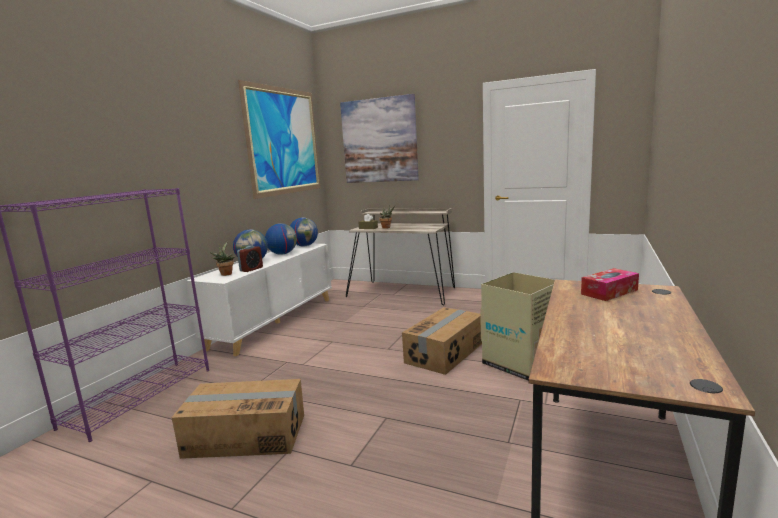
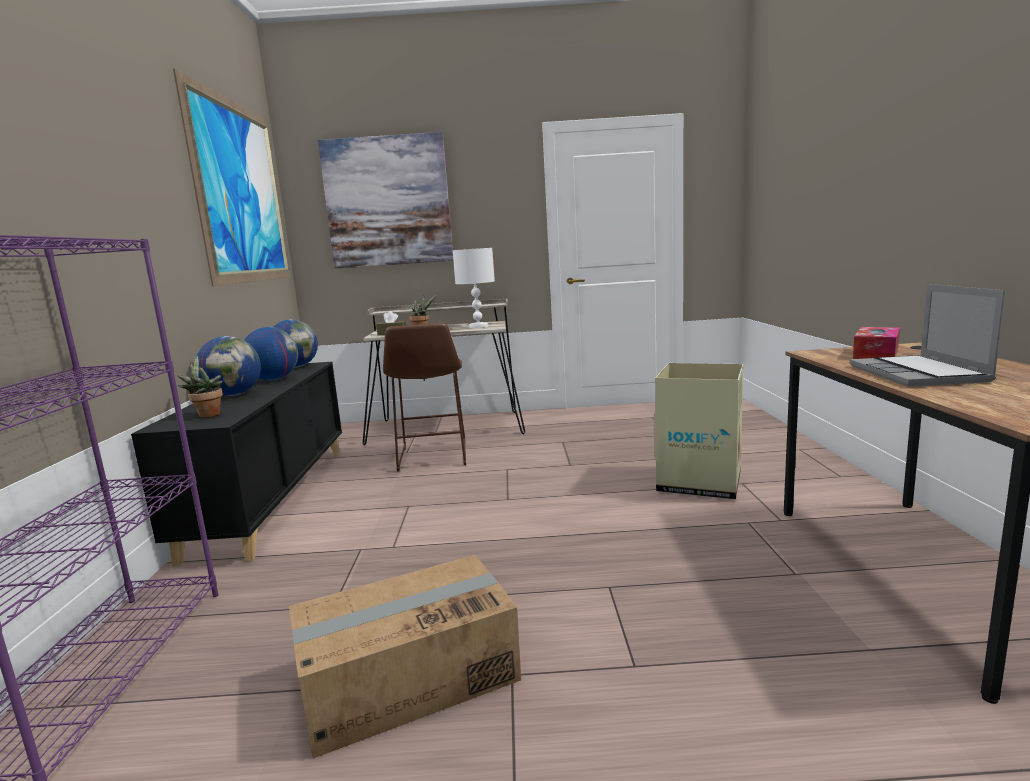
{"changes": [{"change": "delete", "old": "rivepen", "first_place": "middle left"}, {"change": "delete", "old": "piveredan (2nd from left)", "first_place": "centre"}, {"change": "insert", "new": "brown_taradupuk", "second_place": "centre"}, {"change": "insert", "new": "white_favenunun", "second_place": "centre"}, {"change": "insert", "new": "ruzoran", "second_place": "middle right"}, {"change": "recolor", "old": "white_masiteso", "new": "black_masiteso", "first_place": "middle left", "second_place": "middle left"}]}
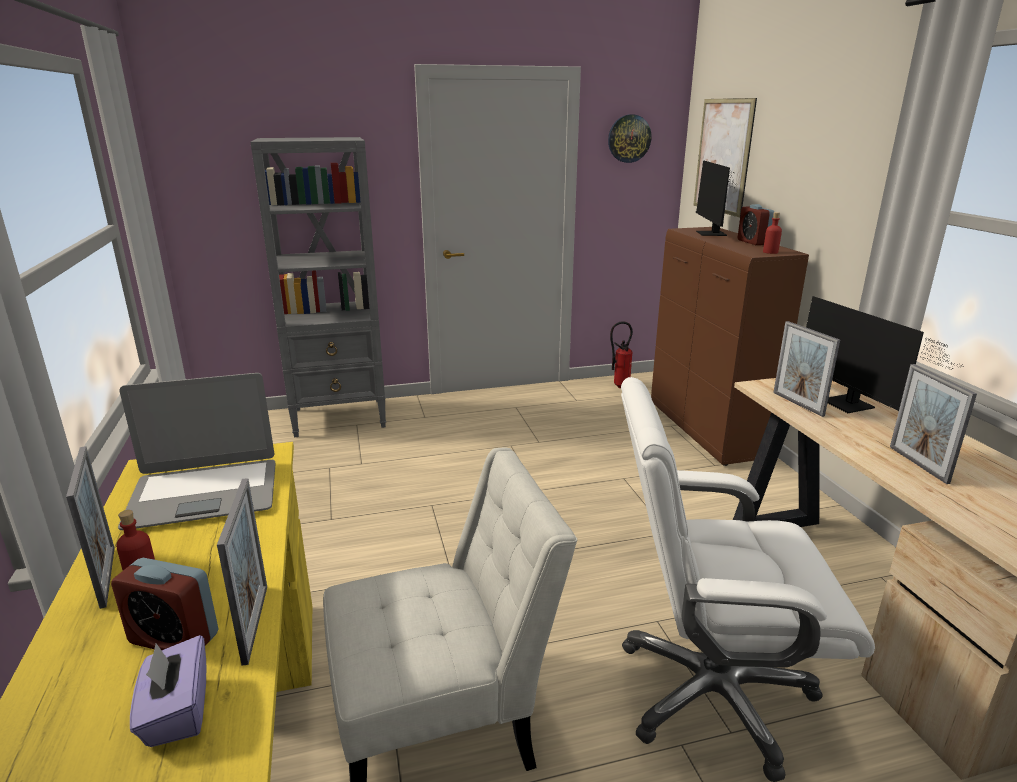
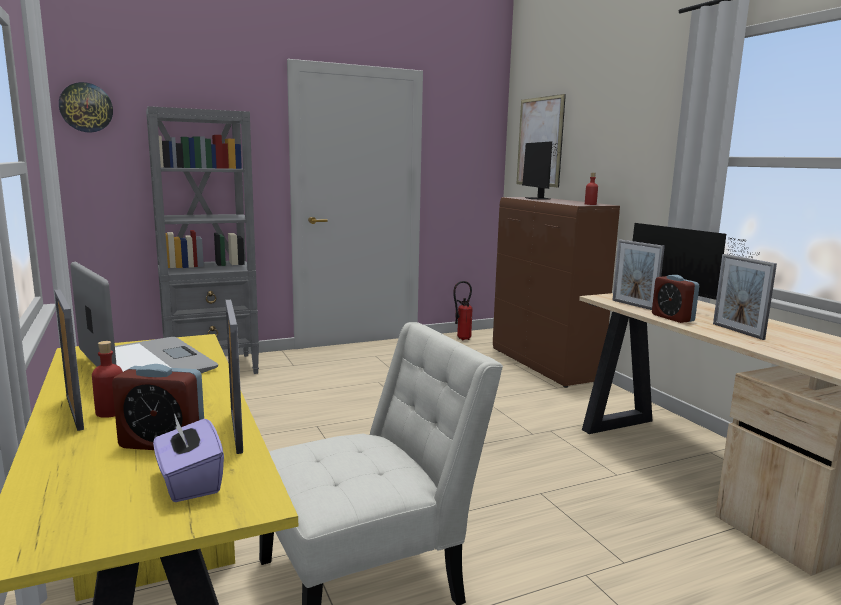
{"changes": [{"change": "delete", "old": "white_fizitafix", "first_place": "bottom right"}, {"change": "move", "old": "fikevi", "first_place": "top centre", "second_place": "top left"}, {"change": "move", "old": "rivepen (2nd from left)", "first_place": "top right", "second_place": "middle right"}, {"change": "rotate", "old": "ruzoran", "first_place": "middle left", "second_place": "middle left", "degrees": -105}]}
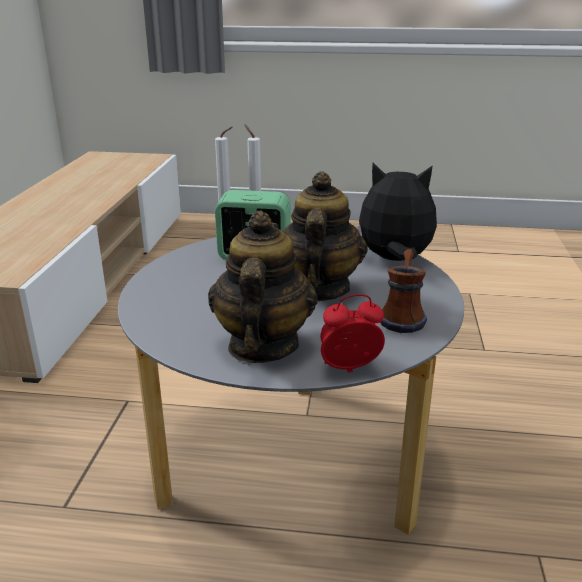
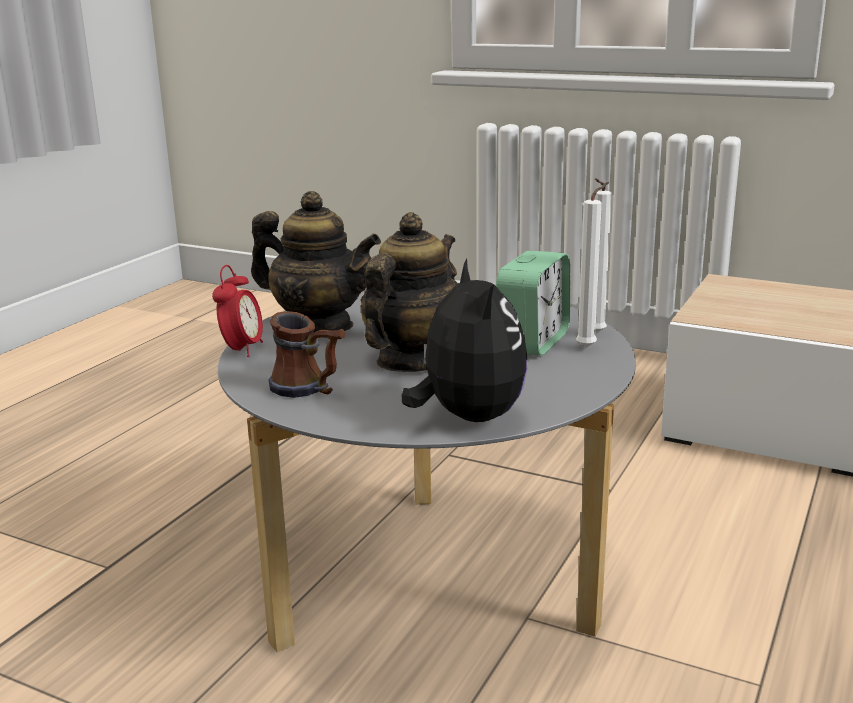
{"changes": [{"change": "rotate", "old": "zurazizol (2nd from left)", "first_place": "centre", "second_place": "centre", "degrees": -90}, {"change": "rotate", "old": "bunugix", "first_place": "middle right", "second_place": "centre", "degrees": -45}]}
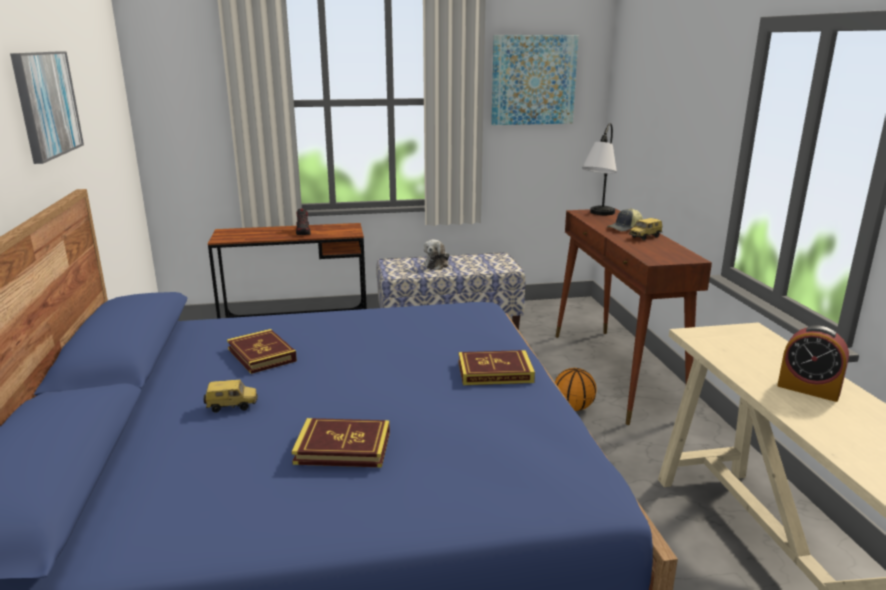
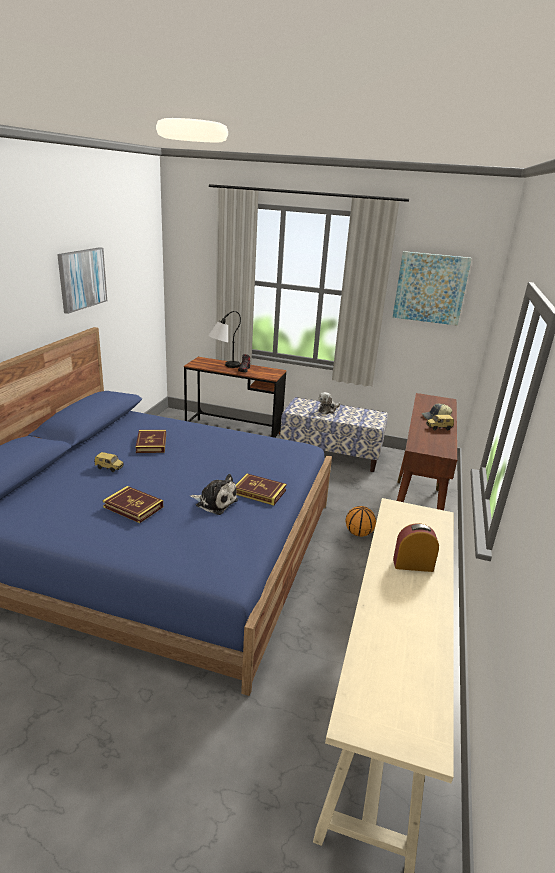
{"changes": [{"change": "insert", "new": "bunugix (1st from left)", "second_place": "centre"}, {"change": "move", "old": "favenunun", "first_place": "top right", "second_place": "centre"}, {"change": "rotate", "old": "rivepen", "first_place": "middle right", "second_place": "middle right", "degrees": 120}]}
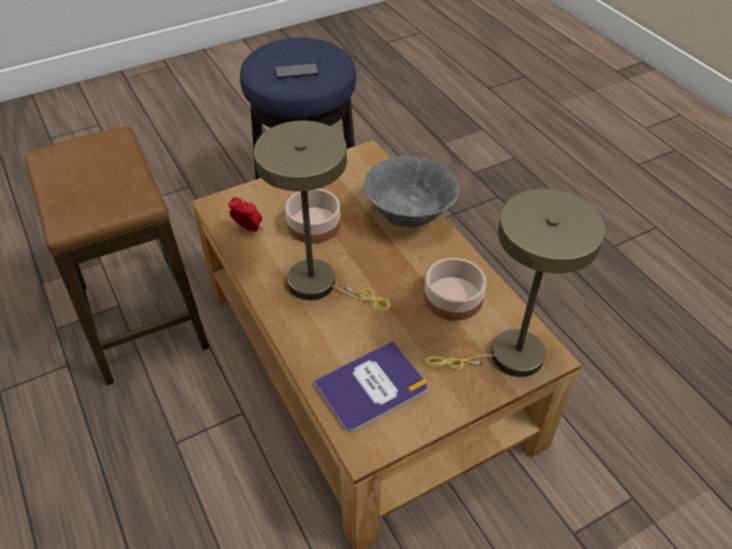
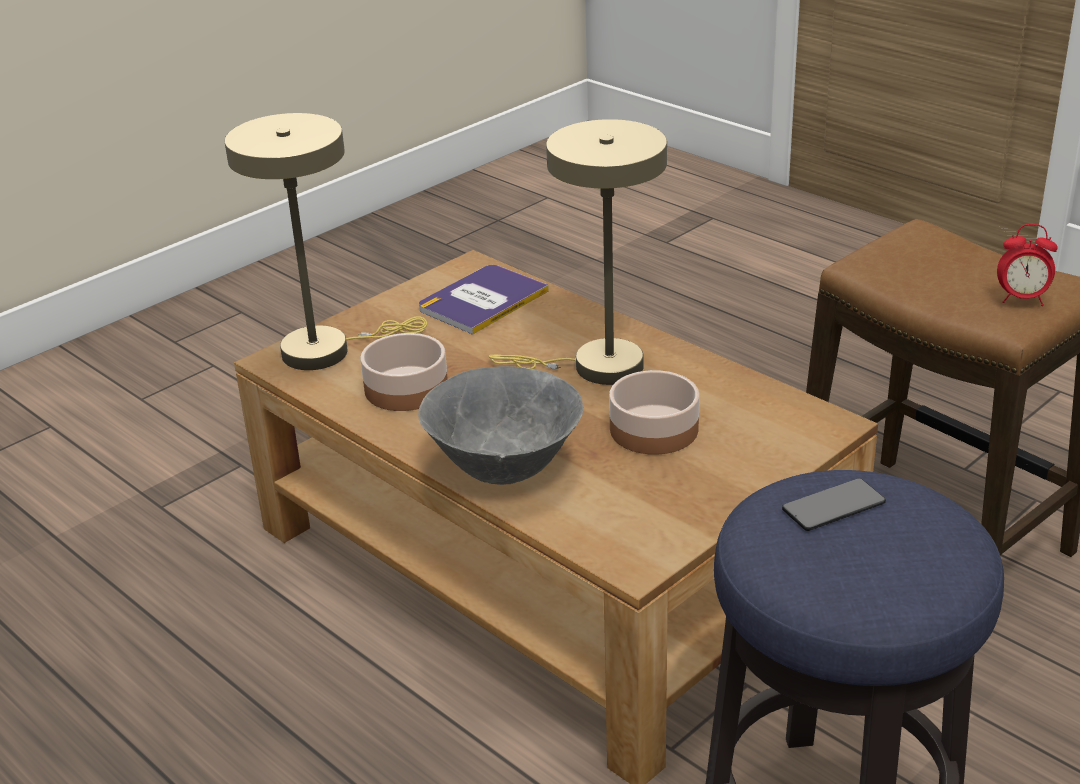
{"changes": [{"change": "move", "old": "rivepen", "first_place": "centre", "second_place": "middle right"}]}
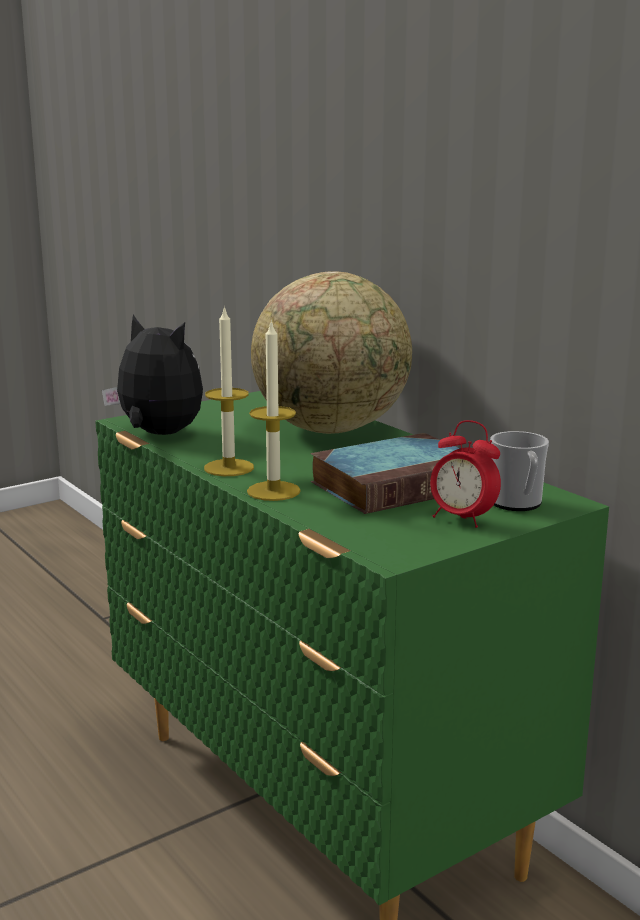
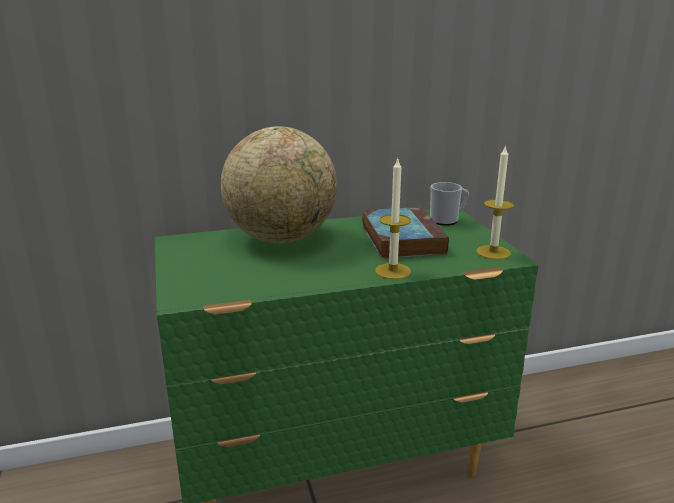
{"changes": [{"change": "delete", "old": "bunugix", "first_place": "middle left"}, {"change": "delete", "old": "rivepen", "first_place": "middle right"}, {"change": "move", "old": "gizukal (1st from left in the first image)", "new": "gizukal (2nd from left)", "first_place": "centre", "second_place": "middle right"}]}
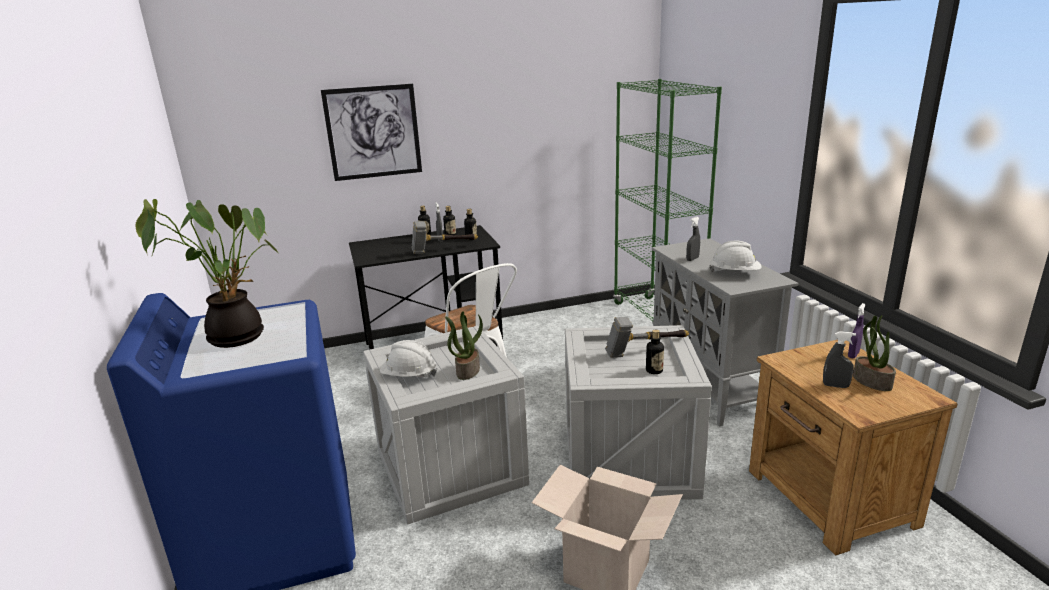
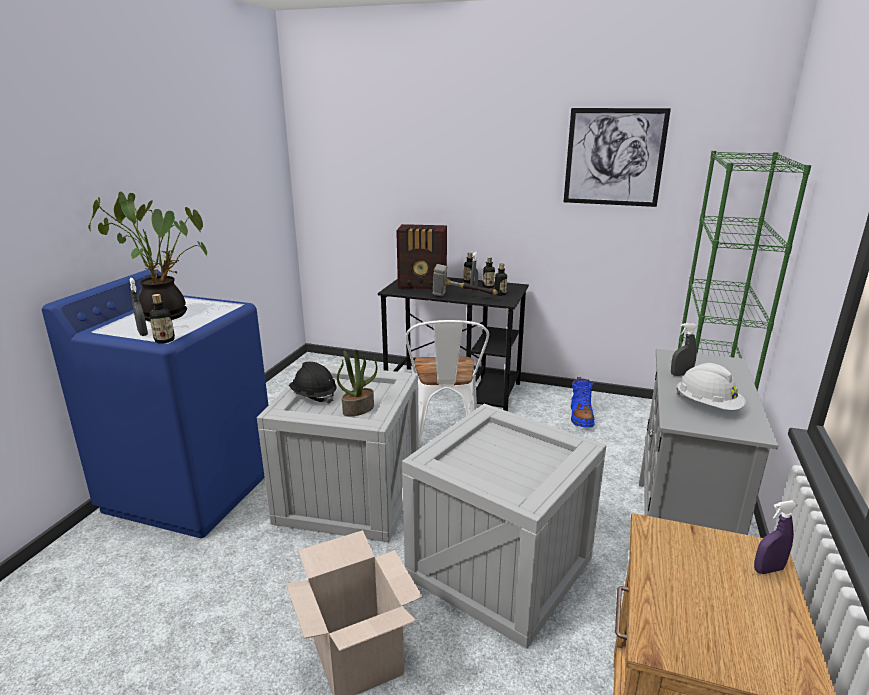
{"changes": [{"change": "delete", "old": "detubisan (2nd from left)", "first_place": "centre"}, {"change": "delete", "old": "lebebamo (3rd from left)", "first_place": "middle right"}, {"change": "insert", "new": "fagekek", "second_place": "centre"}, {"change": "insert", "new": "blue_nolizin", "second_place": "middle right"}, {"change": "move", "old": "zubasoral", "first_place": "top centre", "second_place": "top right"}, {"change": "move", "old": "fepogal (4th from left in the first image)", "new": "fepogal (1st from left)", "first_place": "centre", "second_place": "middle left"}, {"change": "move", "old": "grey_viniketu (3rd from left in the first image)", "new": "grey_viniketu (1st from left)", "first_place": "middle right", "second_place": "middle left"}, {"change": "recolor", "old": "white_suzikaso (1st from left)", "new": "black_suzikaso", "first_place": "centre", "second_place": "centre"}]}
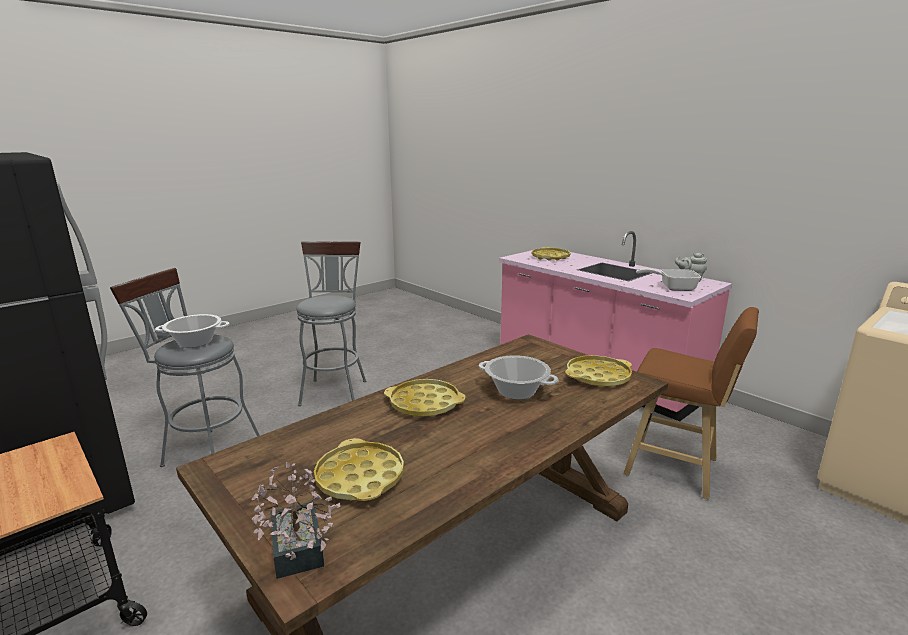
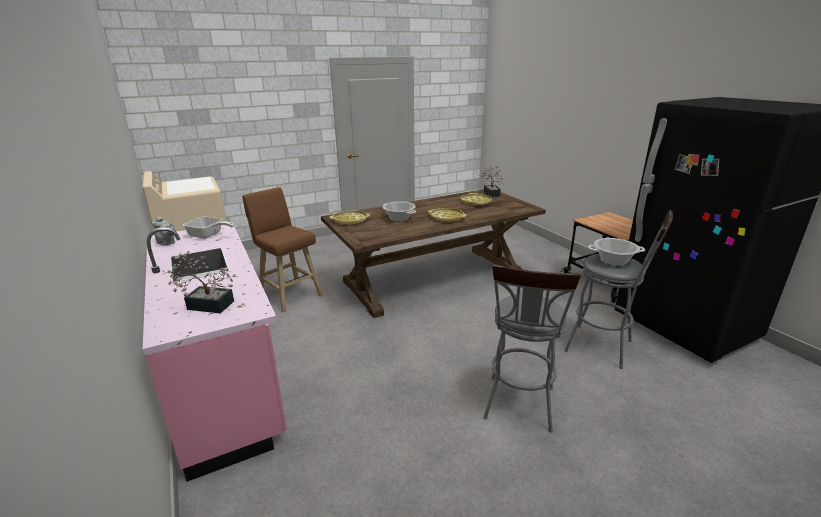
{"changes": [{"change": "replace", "old": "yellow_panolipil (3rd from left)", "new": "lebebamo (1st from left)", "first_place": "centre", "second_place": "middle left"}]}
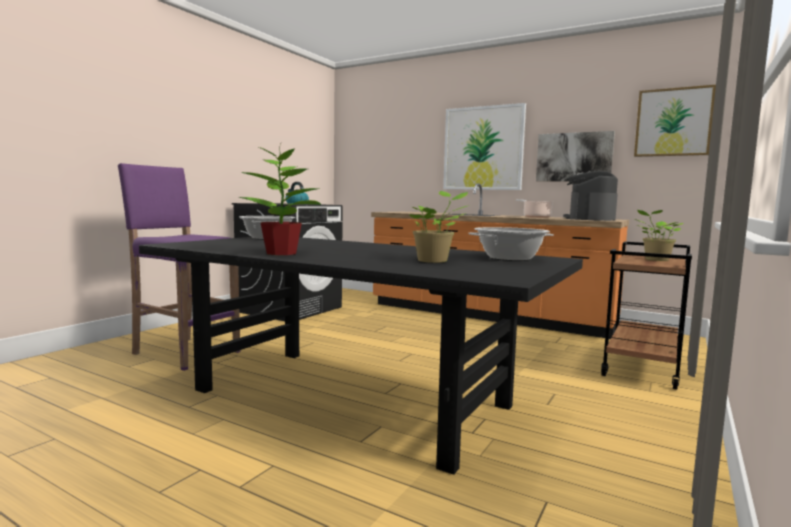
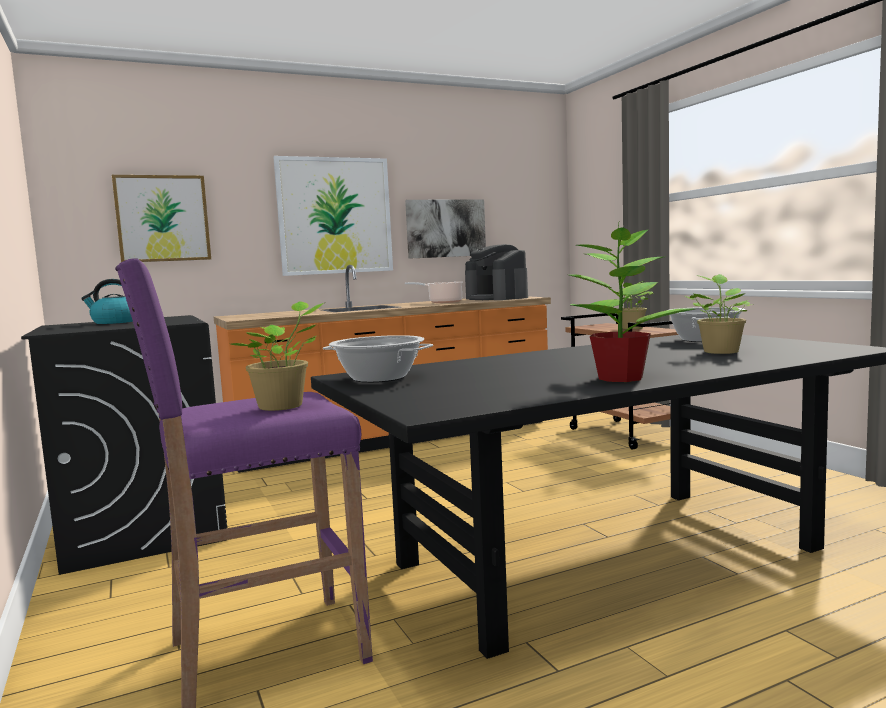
{"changes": [{"change": "insert", "new": "lebebamo (1st from left)", "second_place": "middle left"}, {"change": "move", "old": "zubasoral (3rd from left in the first image)", "new": "zubasoral (1st from left)", "first_place": "top right", "second_place": "top left"}]}
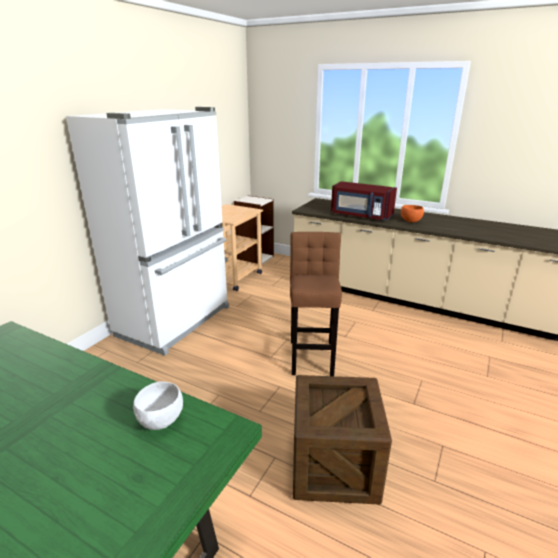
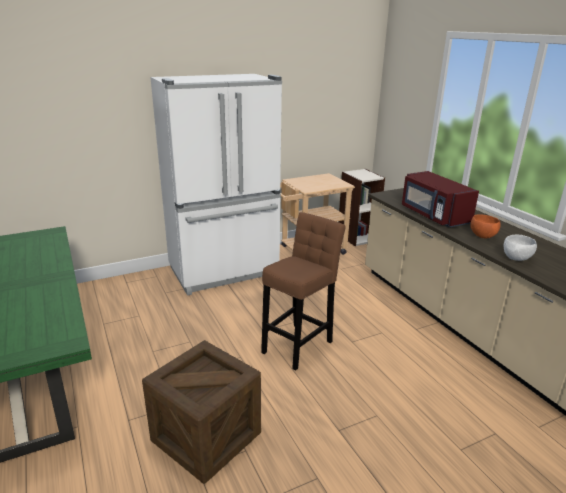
{"changes": [{"change": "move", "old": "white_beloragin", "first_place": "bottom left", "second_place": "middle right"}]}
